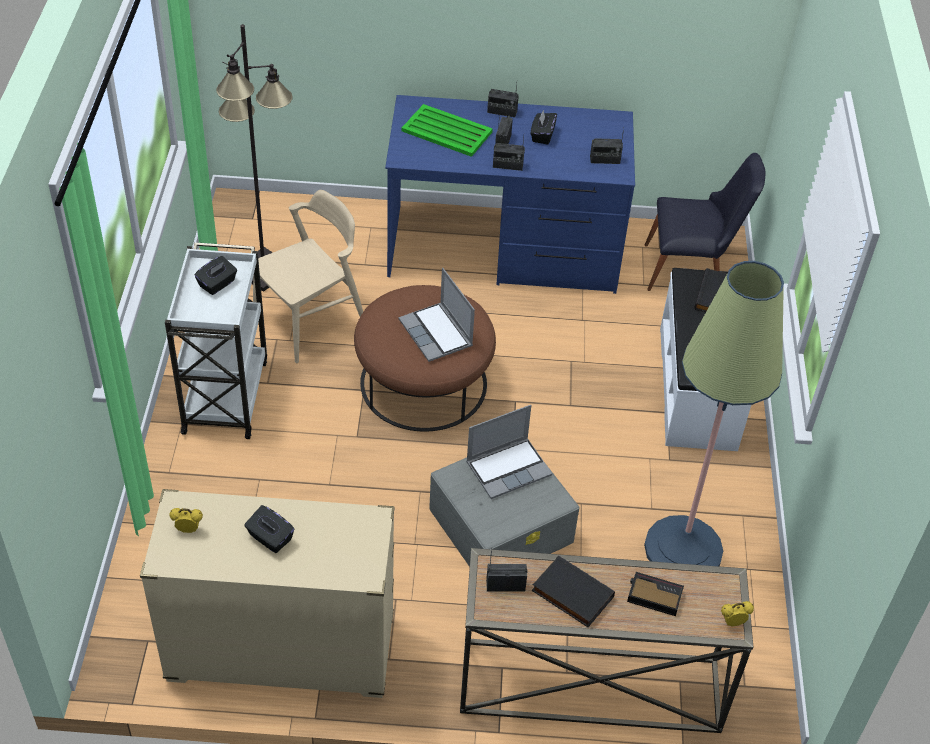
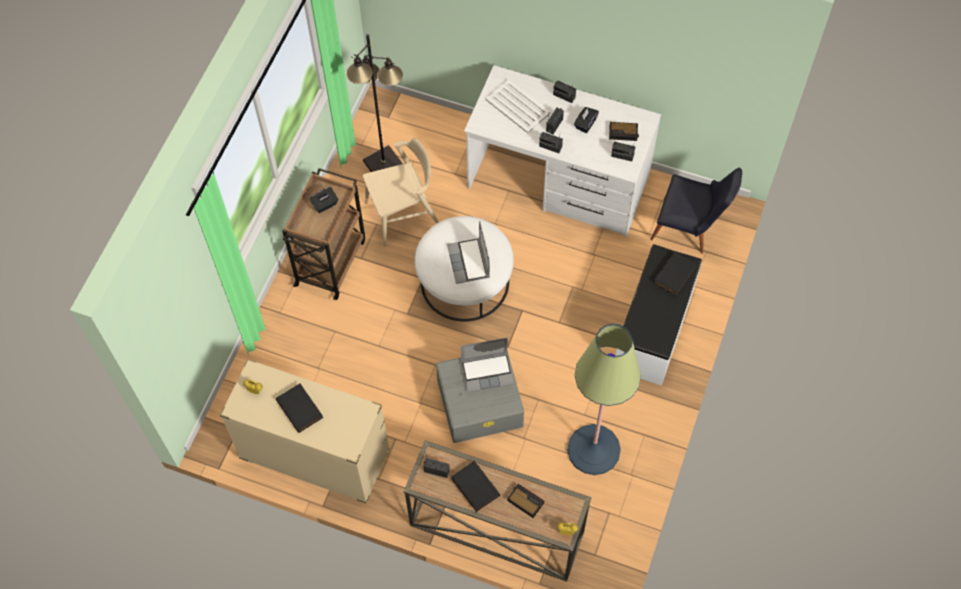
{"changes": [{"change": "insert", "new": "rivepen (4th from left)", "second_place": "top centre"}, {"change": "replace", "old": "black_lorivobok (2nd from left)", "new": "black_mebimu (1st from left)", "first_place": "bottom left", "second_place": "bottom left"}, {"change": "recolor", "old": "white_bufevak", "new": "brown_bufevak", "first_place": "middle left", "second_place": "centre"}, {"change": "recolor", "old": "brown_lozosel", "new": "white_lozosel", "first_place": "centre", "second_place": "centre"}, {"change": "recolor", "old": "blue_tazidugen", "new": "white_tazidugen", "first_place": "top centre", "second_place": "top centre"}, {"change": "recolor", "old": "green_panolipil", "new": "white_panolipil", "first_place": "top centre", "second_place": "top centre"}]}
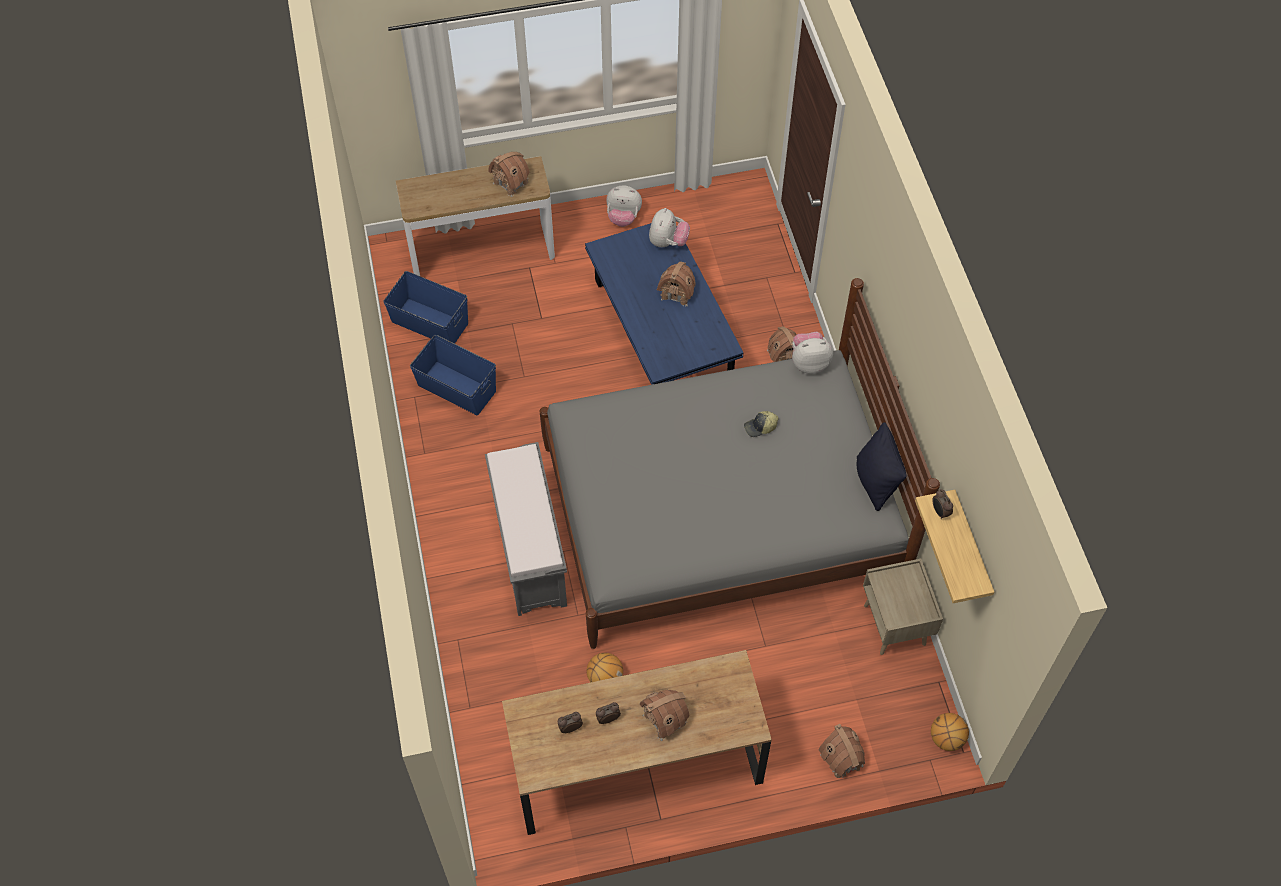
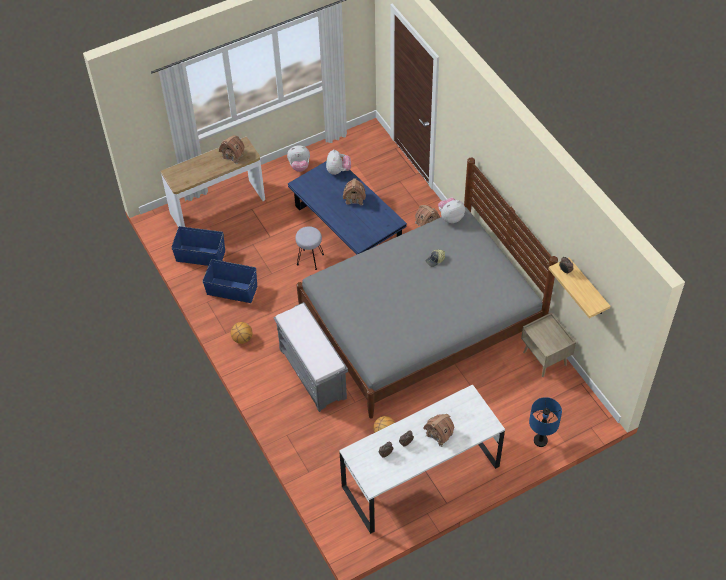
{"changes": [{"change": "delete", "old": "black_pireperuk", "first_place": "middle right"}, {"change": "insert", "new": "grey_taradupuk", "second_place": "centre"}, {"change": "move", "old": "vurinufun (2nd from left in the first image)", "new": "vurinufun (1st from left)", "first_place": "bottom right", "second_place": "middle left"}, {"change": "replace", "old": "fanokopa (5th from left)", "new": "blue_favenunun", "first_place": "bottom centre", "second_place": "bottom right"}, {"change": "recolor", "old": "brown_tazidugen", "new": "white_tazidugen", "first_place": "bottom centre", "second_place": "bottom centre"}]}
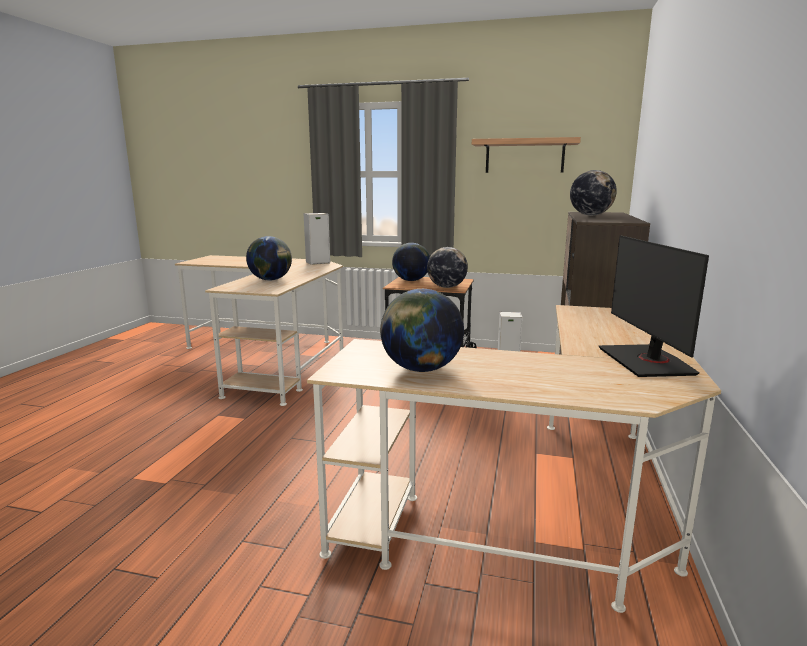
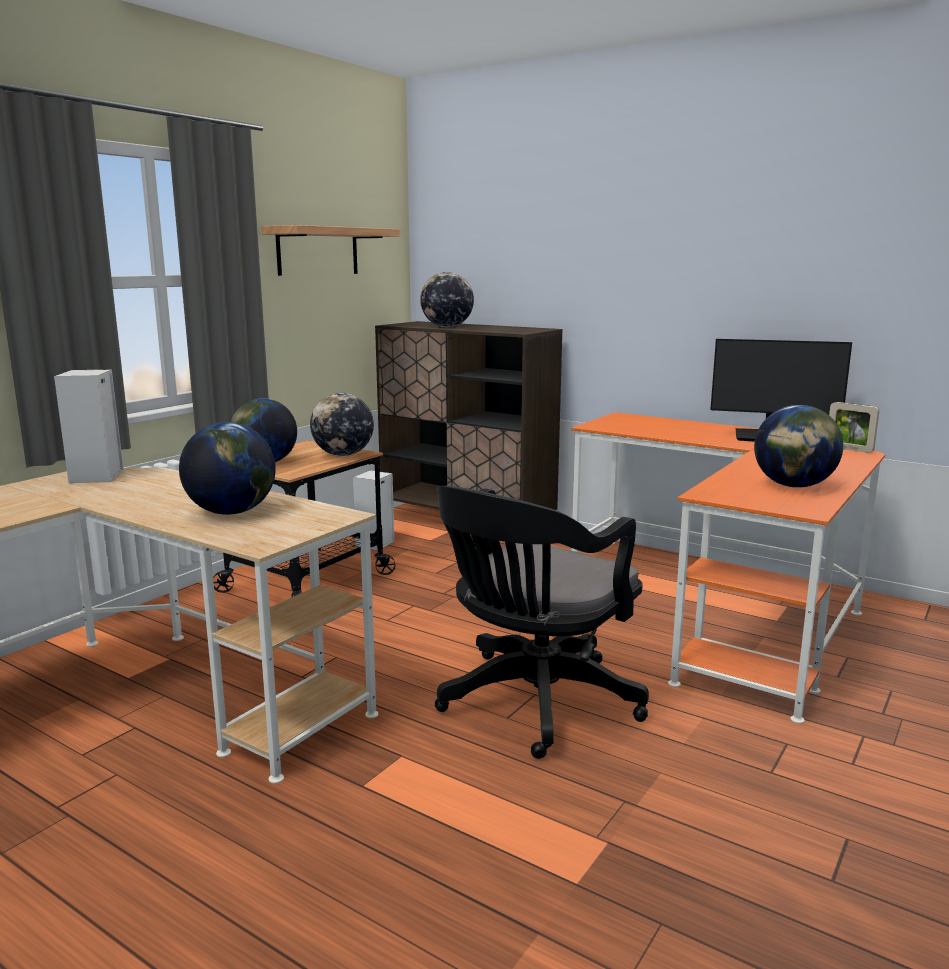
{"changes": [{"change": "insert", "new": "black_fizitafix", "second_place": "centre"}, {"change": "insert", "new": "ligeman", "second_place": "middle right"}, {"change": "recolor", "old": "beige_tazidugen (2nd from left)", "new": "orange_tazidugen", "first_place": "bottom centre", "second_place": "middle right"}]}
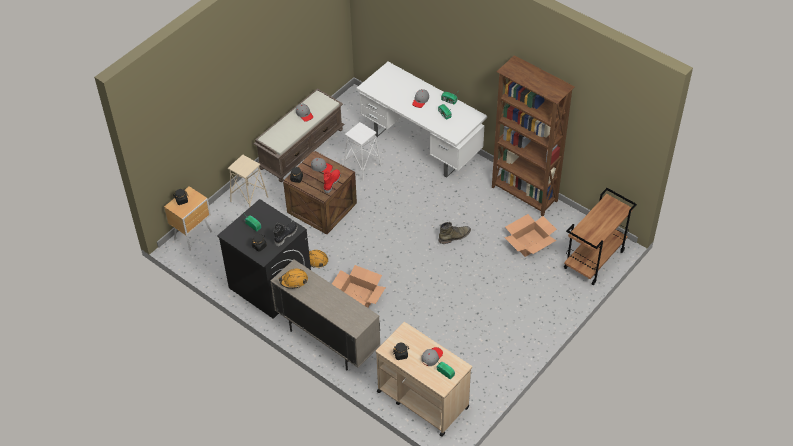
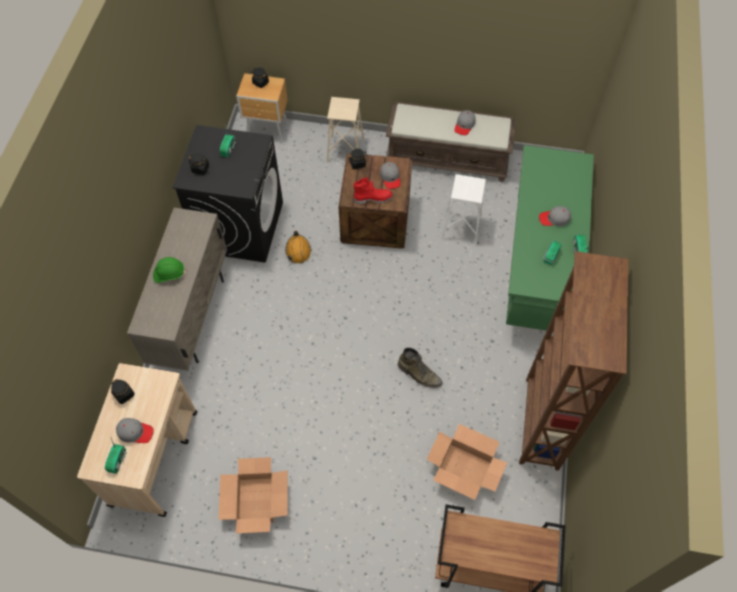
{"changes": [{"change": "delete", "old": "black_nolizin", "first_place": "centre"}, {"change": "delete", "old": "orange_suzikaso (1st from left)", "first_place": "centre"}, {"change": "insert", "new": "green_suzikaso", "second_place": "middle left"}, {"change": "move", "old": "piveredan (1st from left)", "first_place": "centre", "second_place": "bottom centre"}, {"change": "recolor", "old": "white_tazidugen", "new": "green_tazidugen", "first_place": "top centre", "second_place": "middle right"}]}
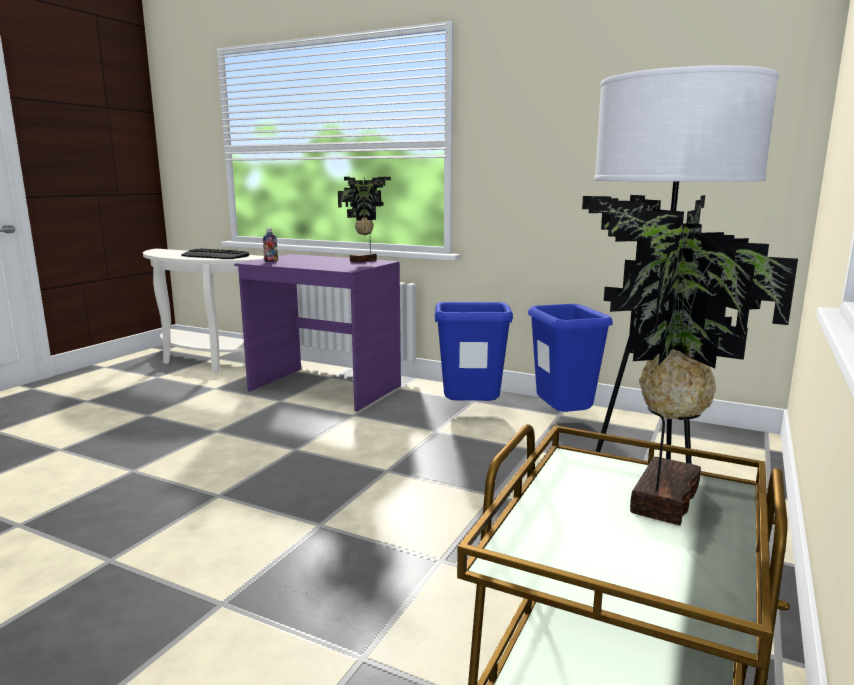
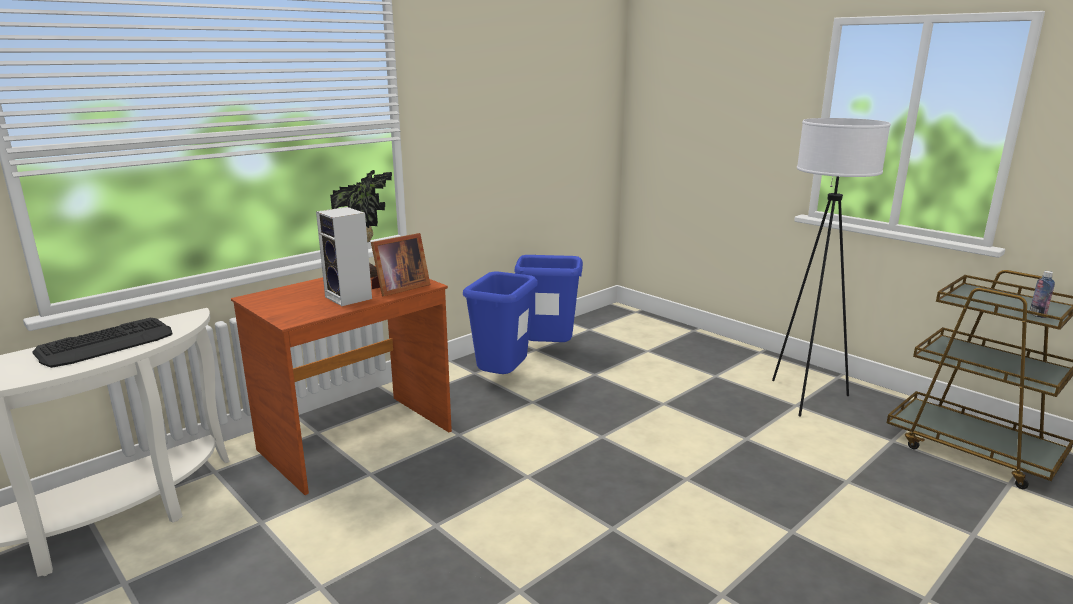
{"changes": [{"change": "delete", "old": "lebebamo (2nd from left)", "first_place": "middle right"}, {"change": "insert", "new": "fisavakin", "second_place": "middle left"}, {"change": "insert", "new": "ligeman", "second_place": "centre"}, {"change": "move", "old": "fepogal", "first_place": "middle left", "second_place": "middle right"}, {"change": "recolor", "old": "purple_tazidugen", "new": "brown_tazidugen", "first_place": "centre", "second_place": "middle left"}]}
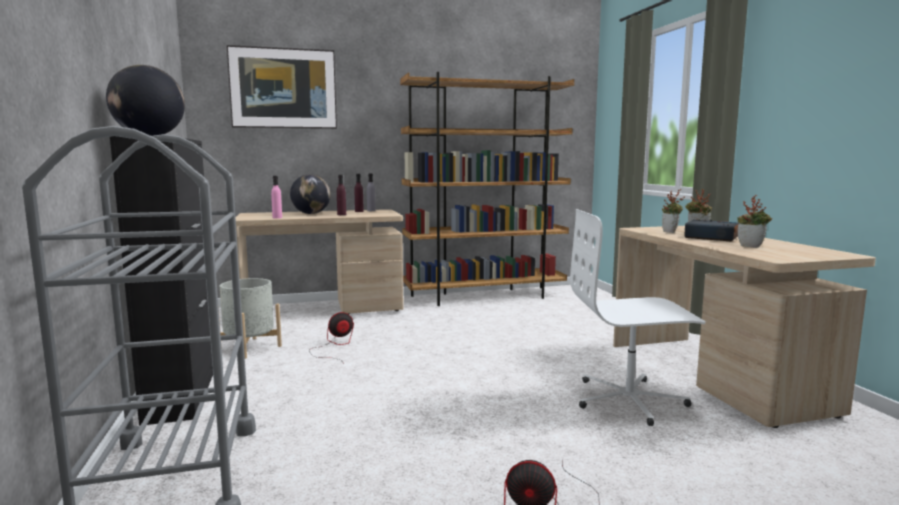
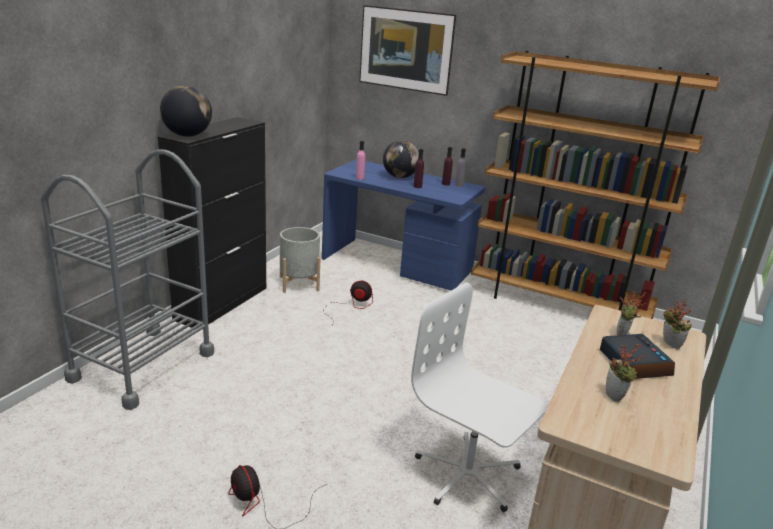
{"changes": [{"change": "recolor", "old": "beige_tazidugen (1st from left)", "new": "blue_tazidugen", "first_place": "centre", "second_place": "centre"}]}
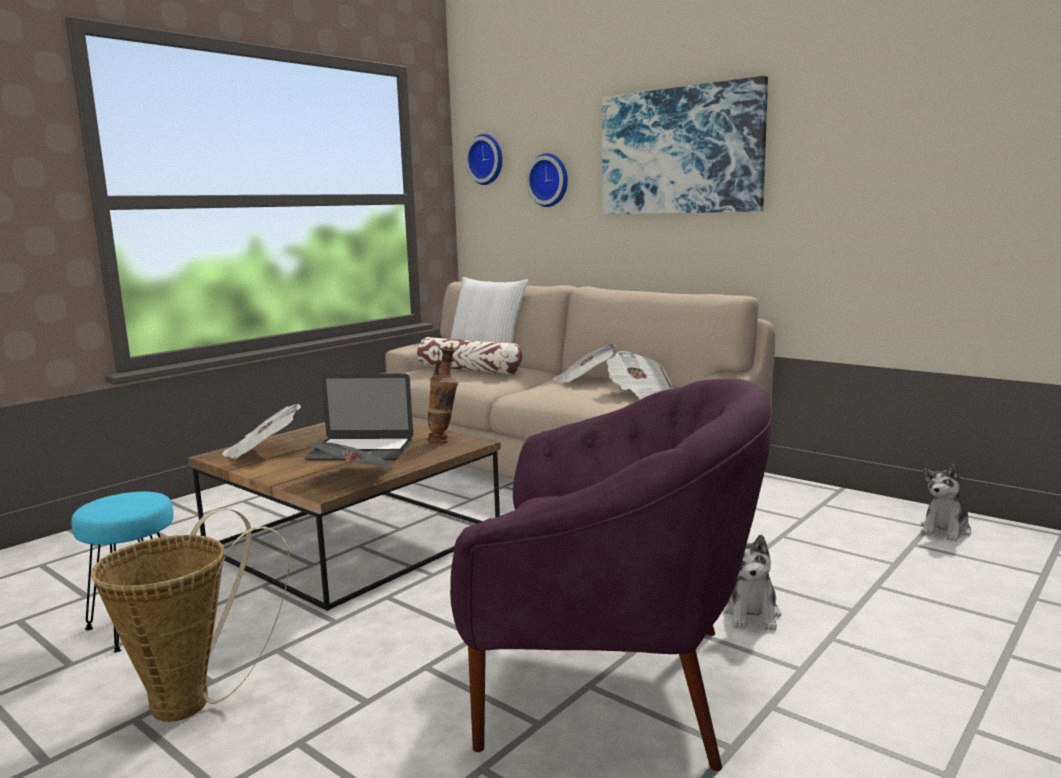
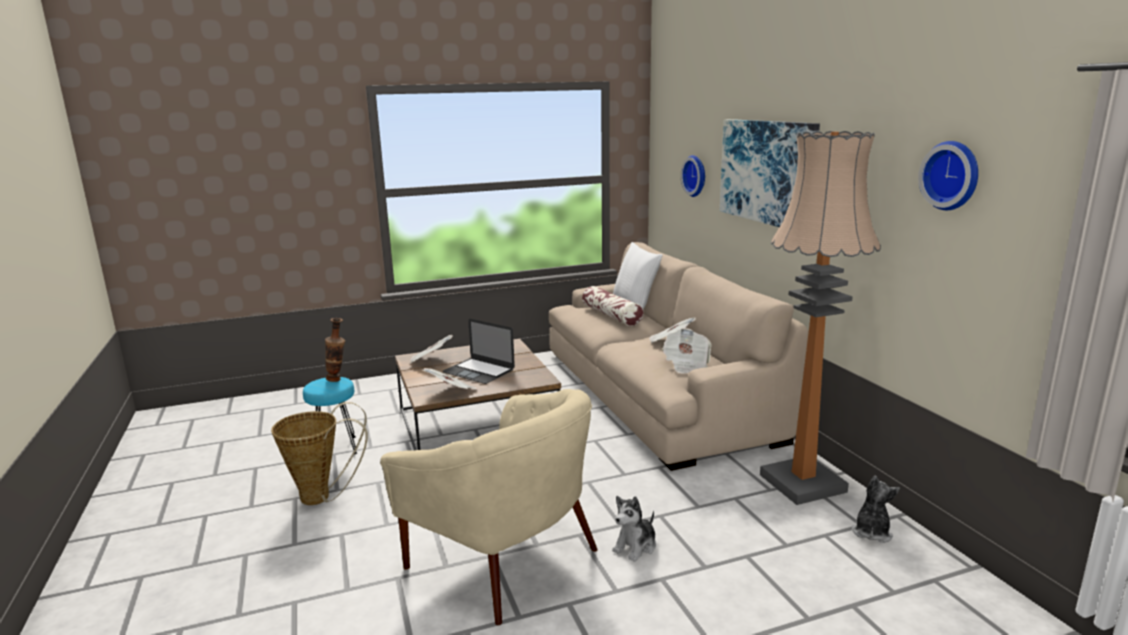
{"changes": [{"change": "insert", "new": "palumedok", "second_place": "middle right"}, {"change": "move", "old": "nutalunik", "first_place": "centre", "second_place": "middle left"}, {"change": "move", "old": "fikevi (1st from left in the first image)", "new": "fikevi (2nd from left)", "first_place": "top centre", "second_place": "top right"}, {"change": "recolor", "old": "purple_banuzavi", "new": "beige_banuzavi", "first_place": "bottom centre", "second_place": "bottom centre"}, {"change": "rotate", "old": "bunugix (2nd from left)", "first_place": "middle right", "second_place": "bottom right", "degrees": 135}]}
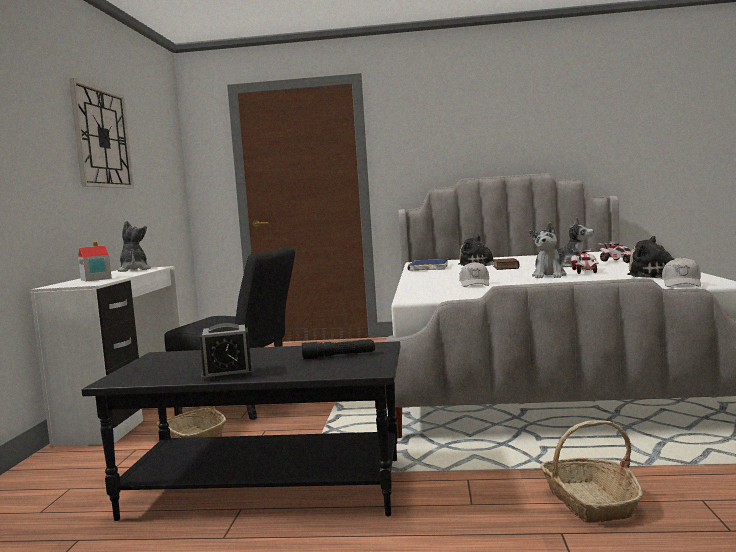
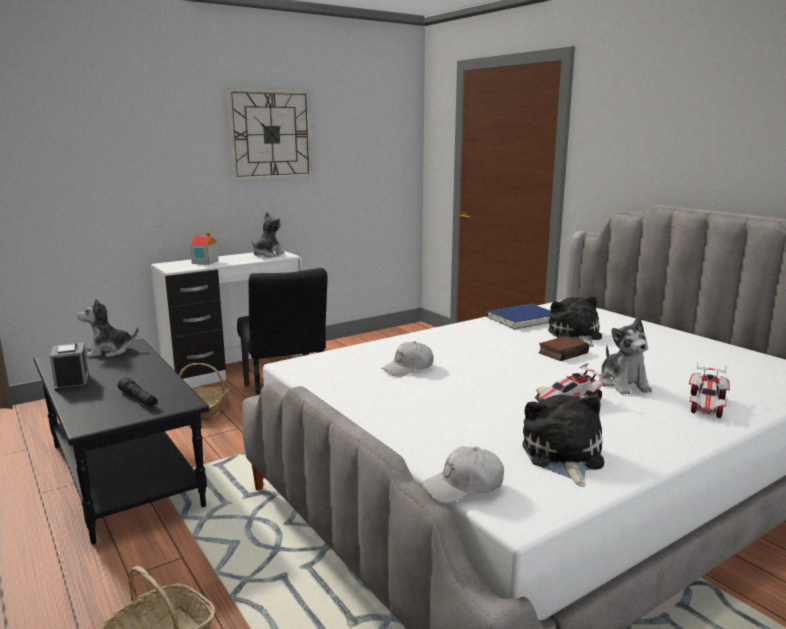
{"changes": [{"change": "move", "old": "bunugix (3rd from left in the first image)", "new": "bunugix (1st from left)", "first_place": "middle right", "second_place": "middle left"}, {"change": "rotate", "old": "rivepen", "first_place": "middle left", "second_place": "middle left", "degrees": -150}]}
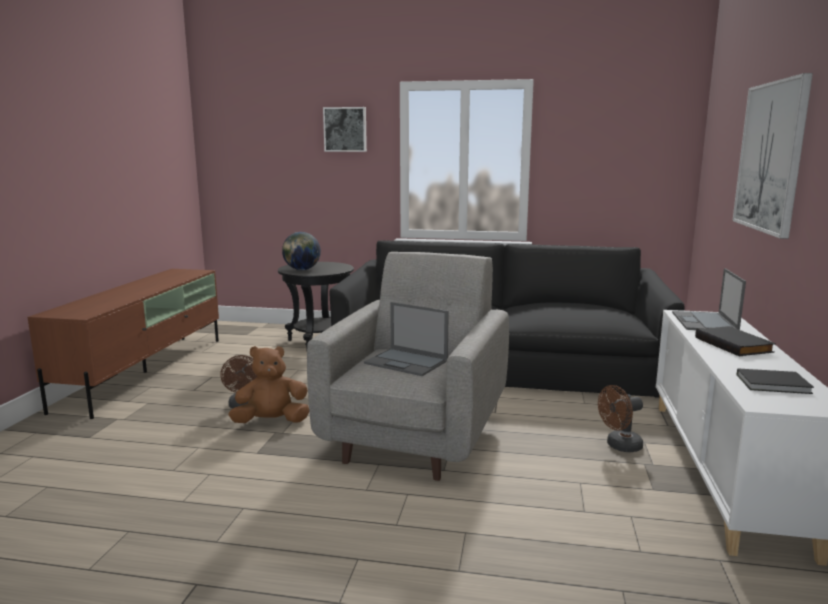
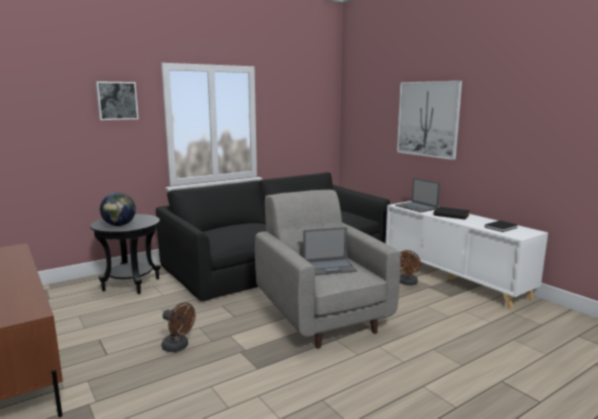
{"changes": [{"change": "delete", "old": "brown_bunugix", "first_place": "middle left"}]}
